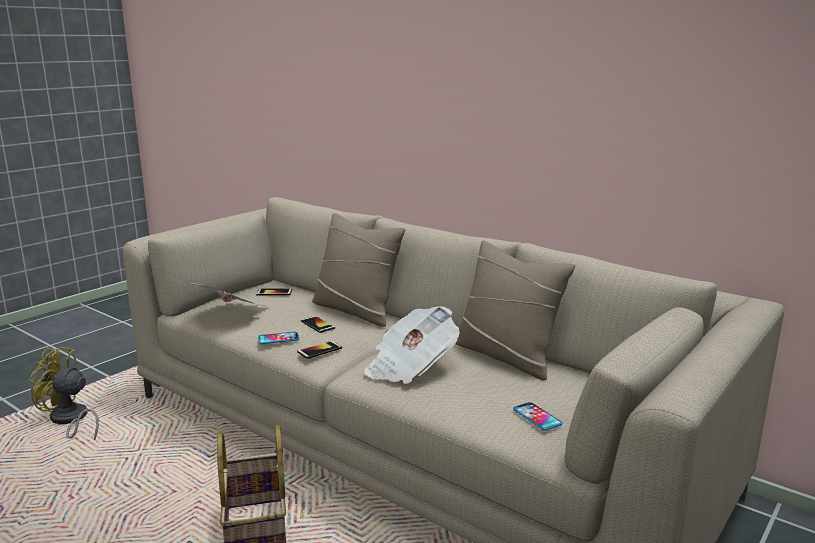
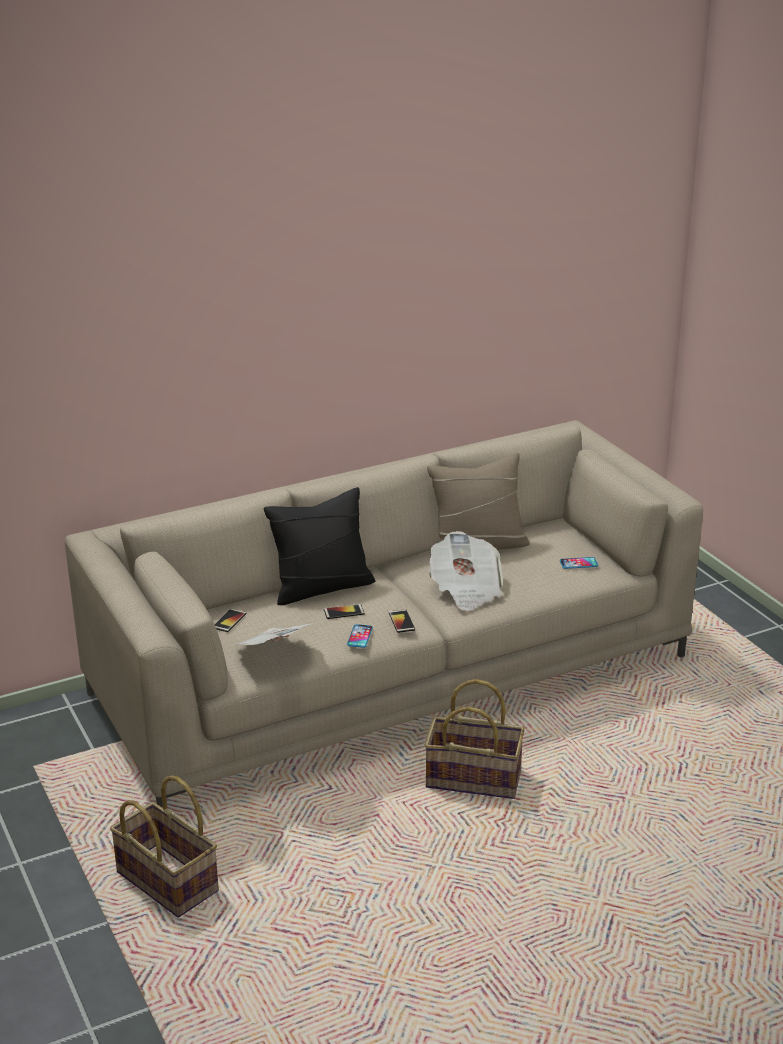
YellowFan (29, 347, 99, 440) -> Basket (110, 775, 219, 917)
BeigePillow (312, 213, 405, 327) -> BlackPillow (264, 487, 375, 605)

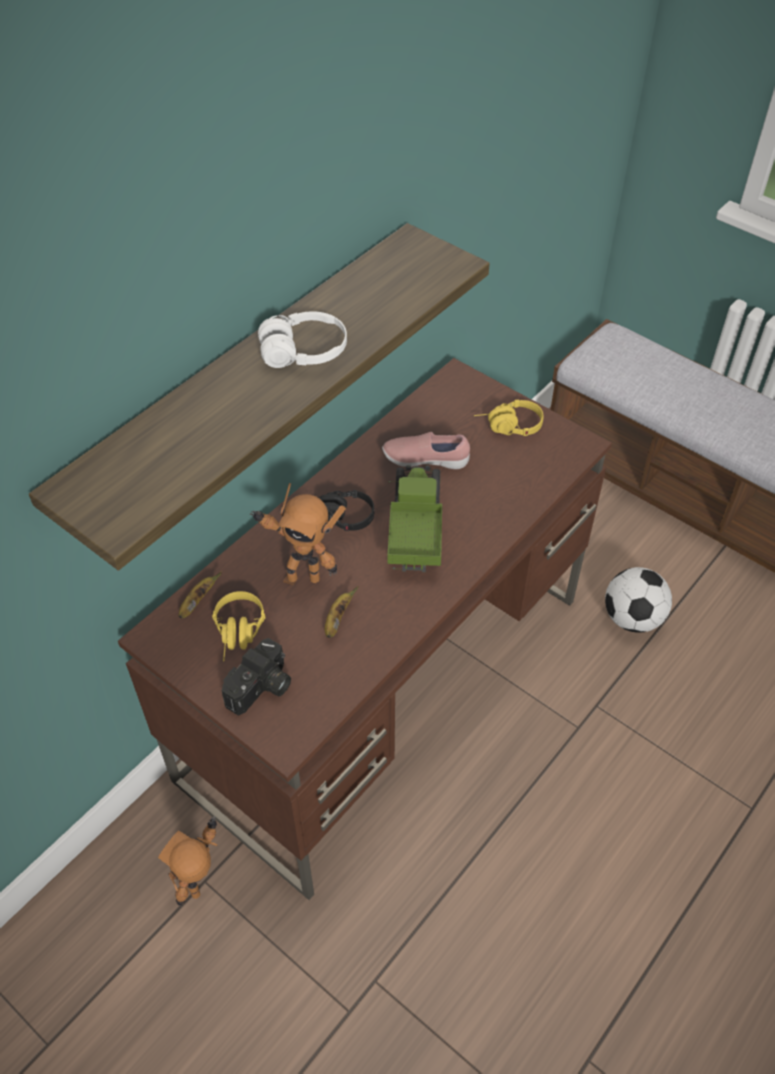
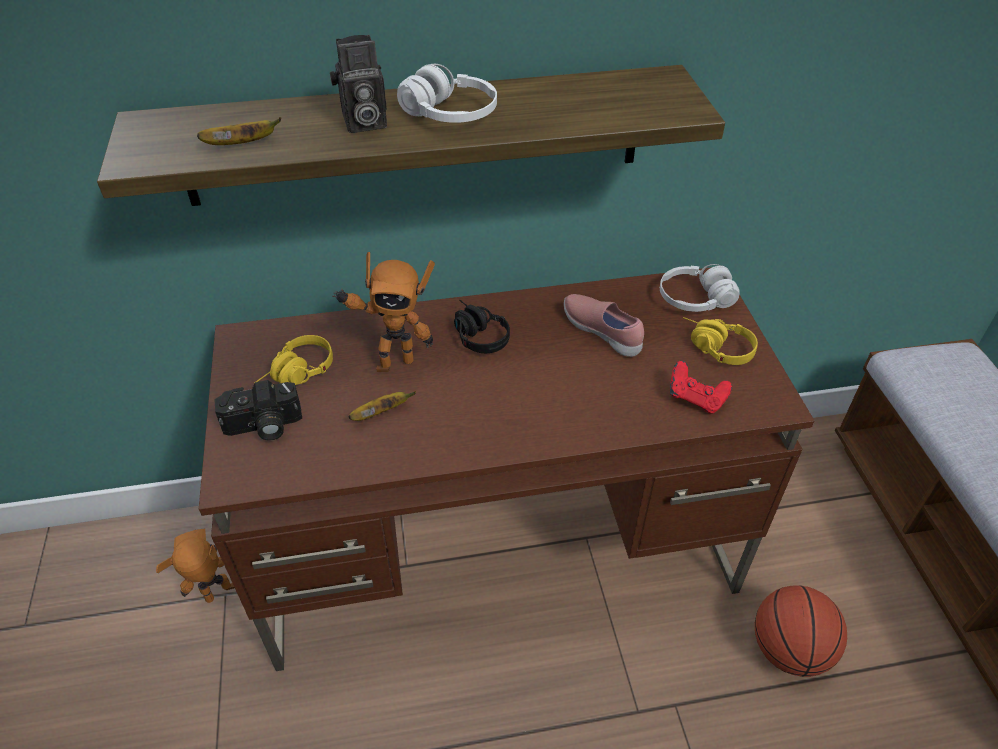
Banana (178, 571, 222, 618) -> Banana (197, 117, 281, 145), relocated
ToyRobot (250, 483, 346, 585) -> ToyRobot (332, 252, 435, 372), 60 degrees counterclockwise
ToyTruck (387, 465, 442, 572) -> none
Football (605, 567, 672, 633) -> Basketball (755, 586, 847, 677)
none -> PhotoCamera (330, 35, 387, 133)
none -> WhiteHeadphones (660, 264, 740, 312)
none -> RedGameController (670, 361, 732, 414)

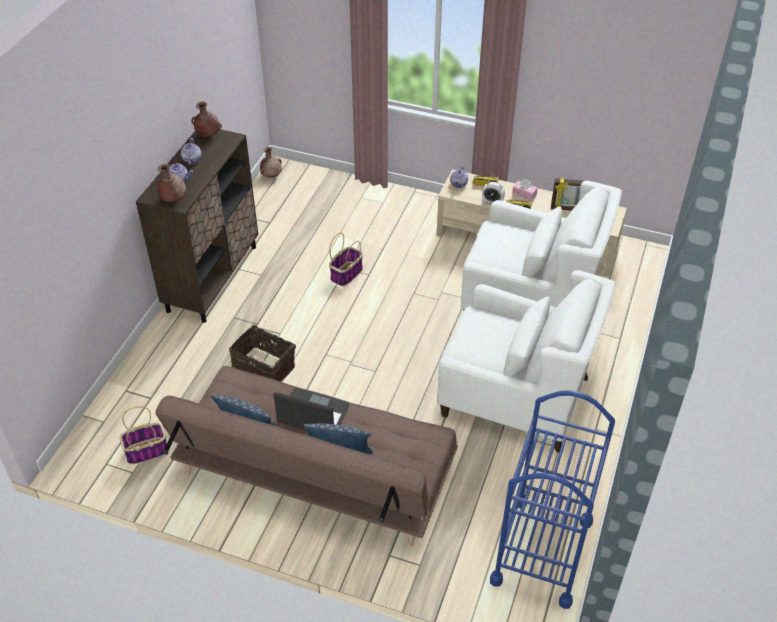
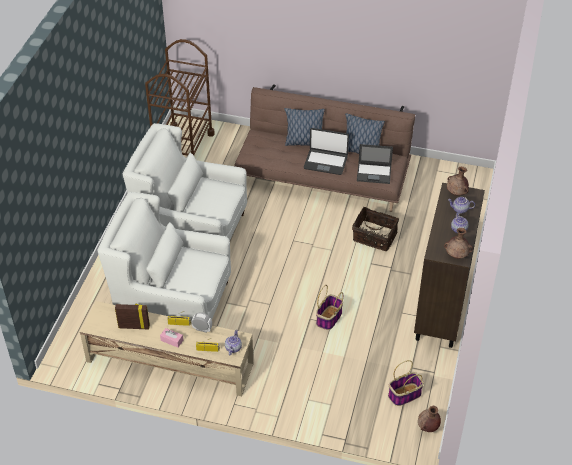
Basket (120, 406, 167, 464) -> Basket (388, 360, 424, 406), relocated
BlueCart (490, 390, 615, 609) -> BrownCart (145, 39, 215, 156)
none -> Laptop (357, 144, 393, 184)

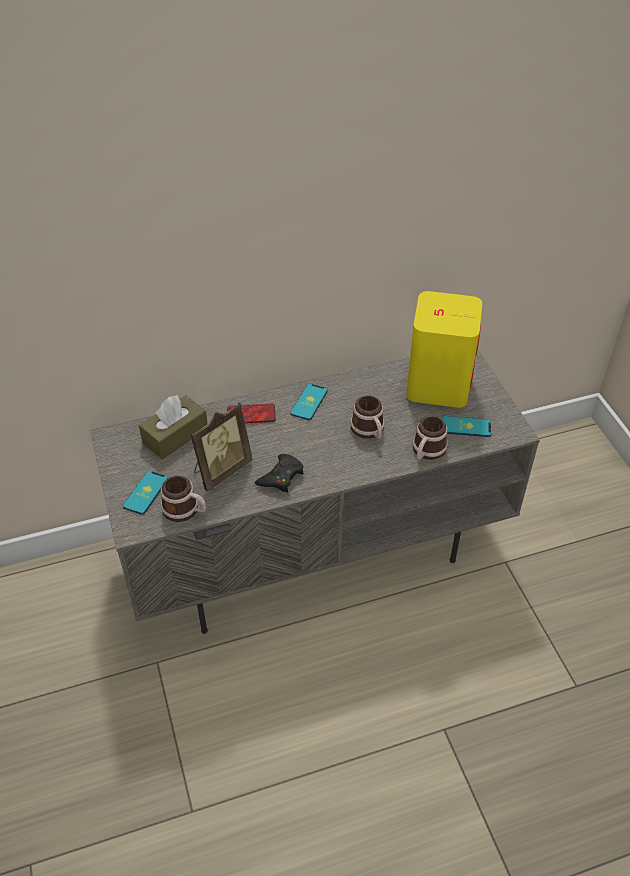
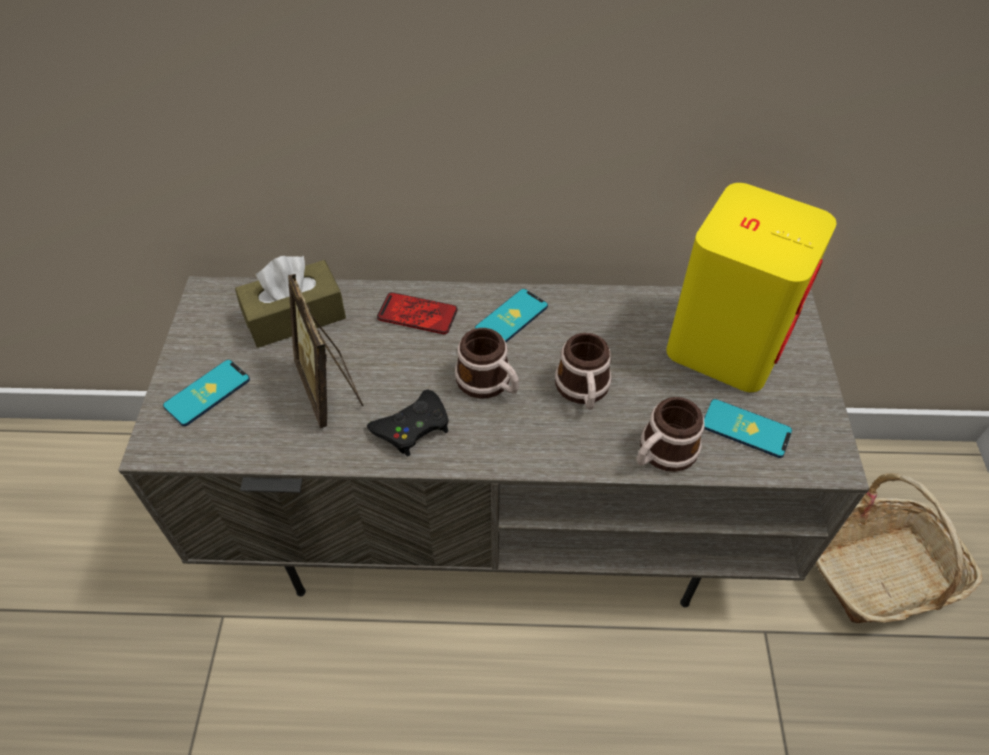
Mug (161, 475, 206, 522) -> Mug (455, 328, 519, 399), relocated
PictureFrame (190, 402, 252, 492) -> PictureFrame (288, 274, 363, 428), 90 degrees clockwise
none -> Basket (816, 473, 983, 623)

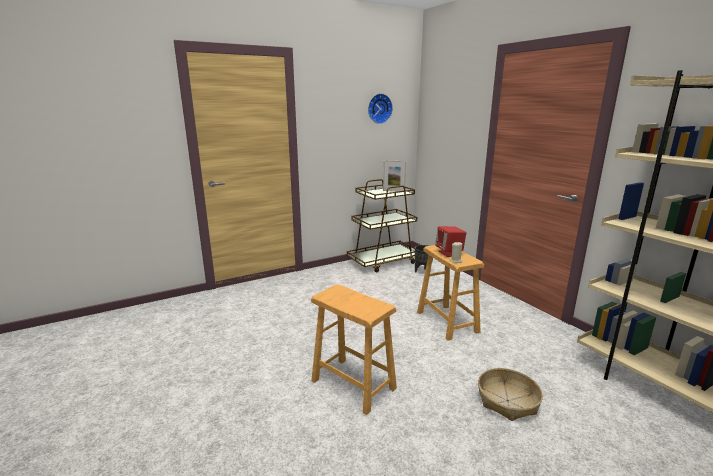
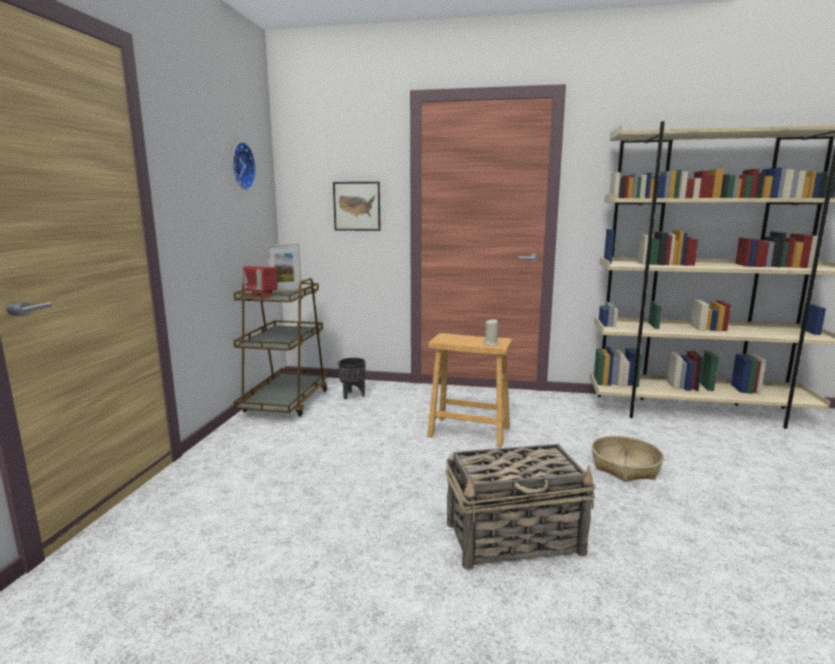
BrownStool (311, 285, 397, 415) -> Basket (446, 444, 596, 570)
RedSpeaker (435, 226, 466, 257) -> RedSpeaker (243, 266, 277, 298), relocated
none -> Picture (333, 182, 381, 231)

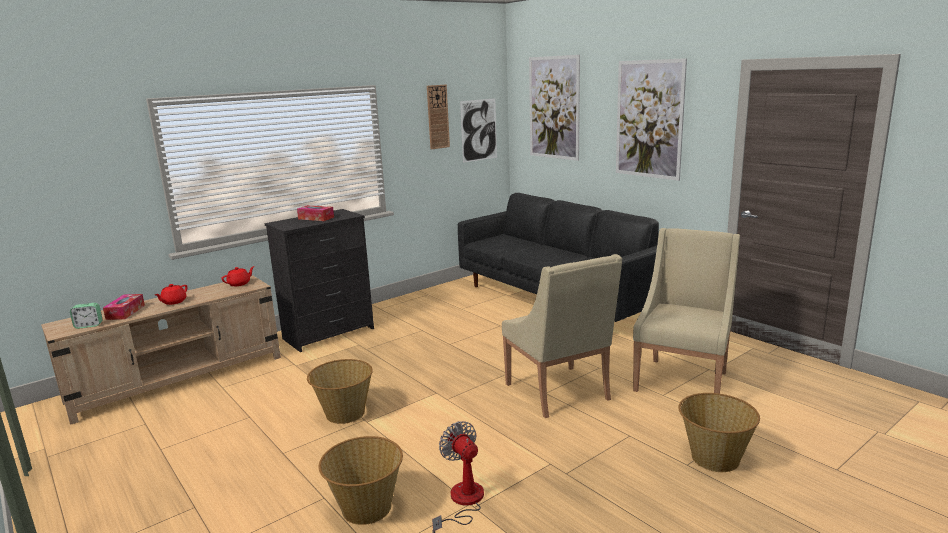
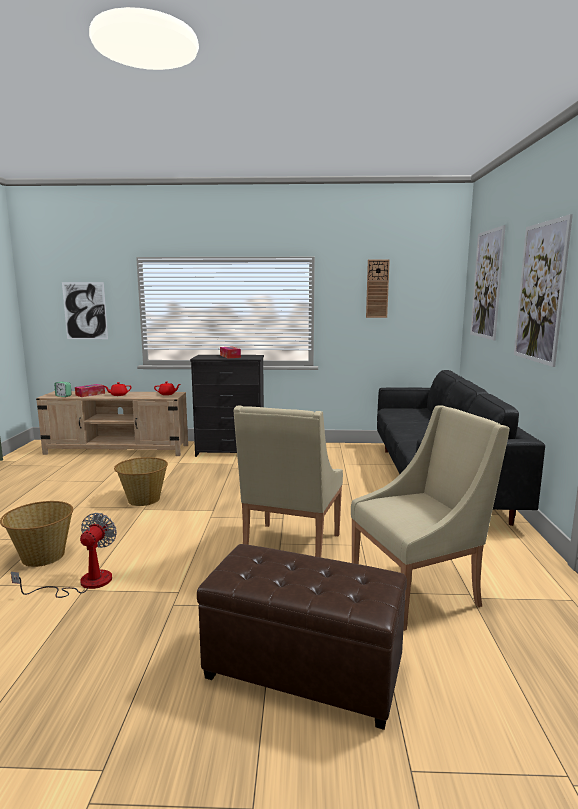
Picture (460, 98, 497, 163) -> Picture (62, 282, 108, 339), relocated
Basket (678, 393, 760, 472) -> BrownOttoman (197, 544, 407, 730)

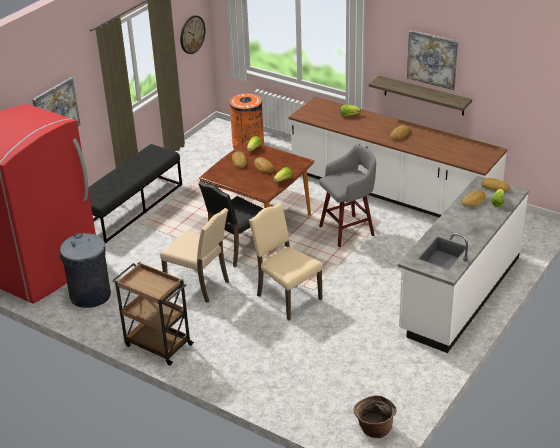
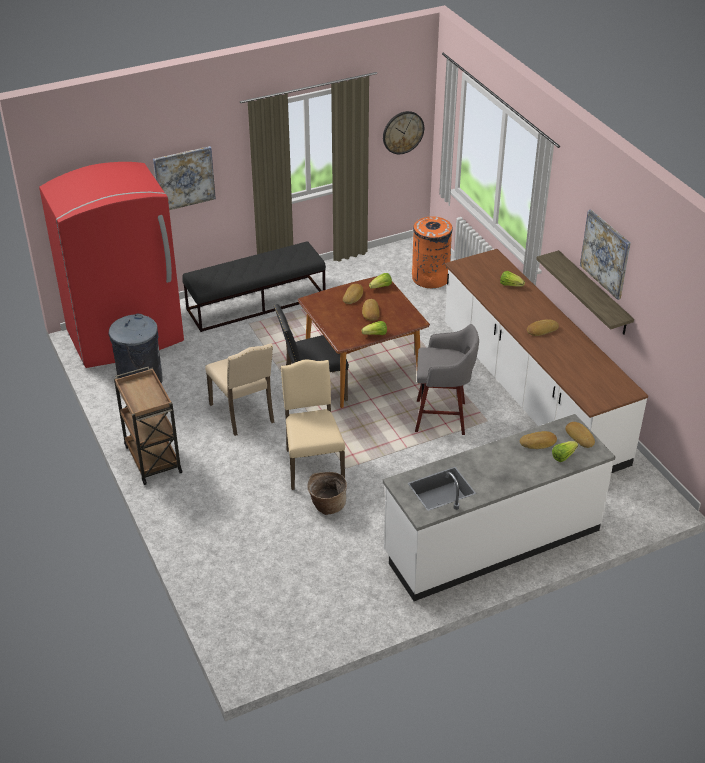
Basket (353, 395, 397, 438) -> Basket (307, 472, 347, 515), relocated

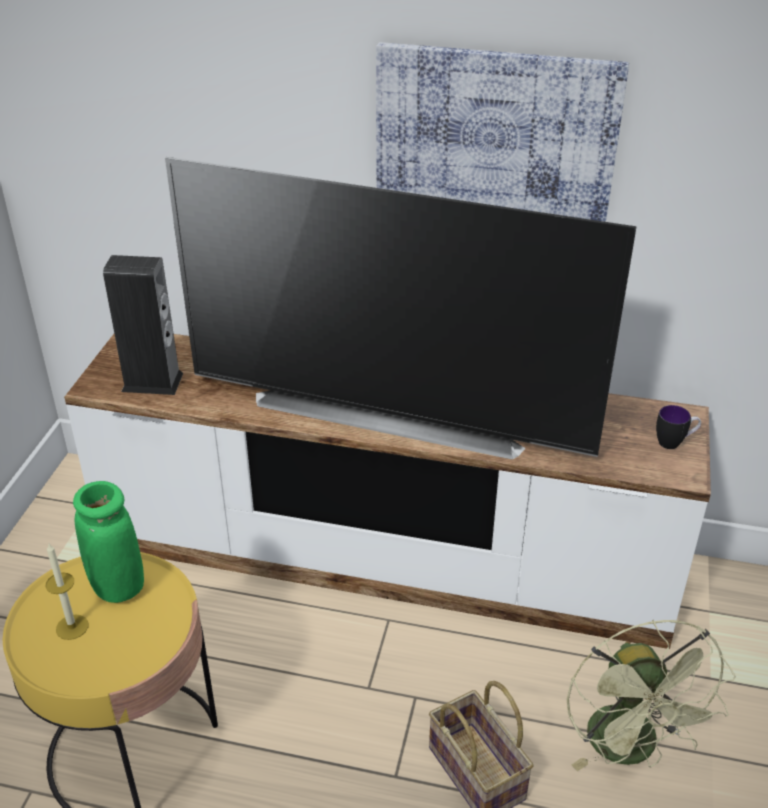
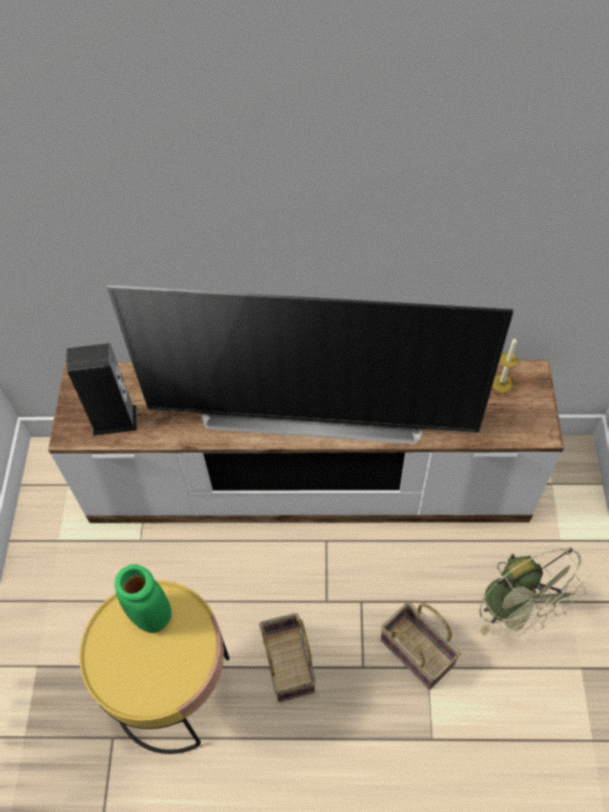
Candle (46, 544, 88, 640) -> Candle (492, 338, 518, 392), relocated
Picture (376, 42, 629, 221) -> none
Mug (656, 405, 701, 449) -> none
none -> Basket (259, 613, 316, 702)

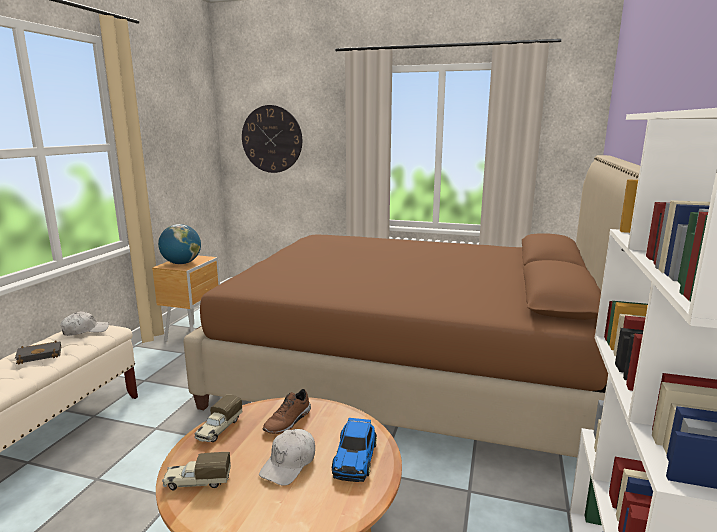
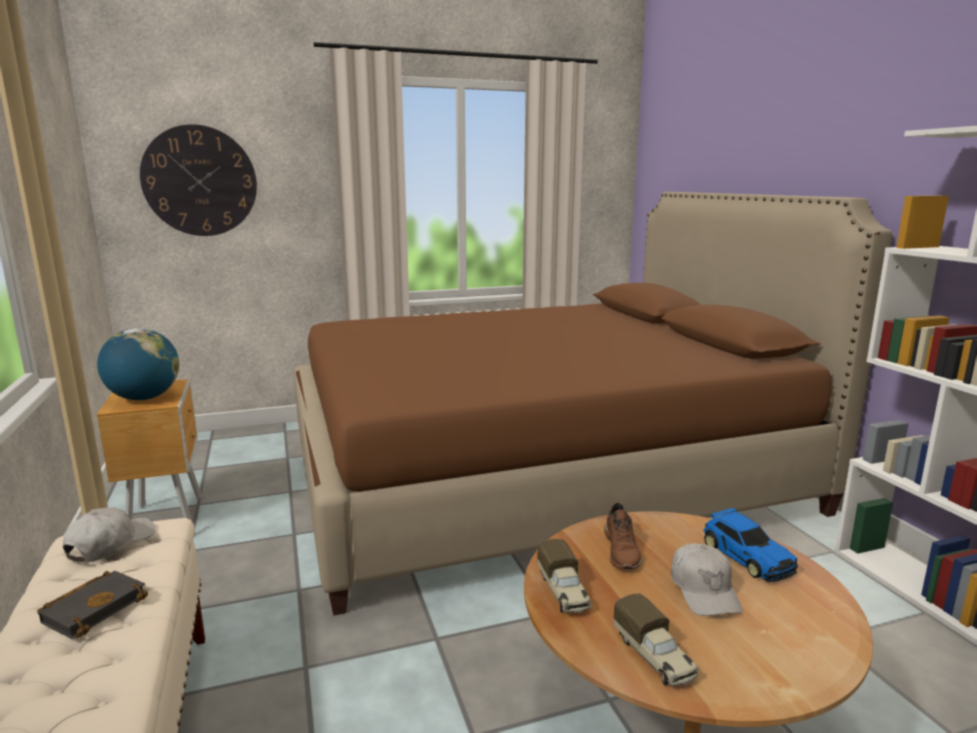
ToyTruck (162, 452, 231, 490) -> ToyTruck (613, 594, 699, 686), 75 degrees counterclockwise

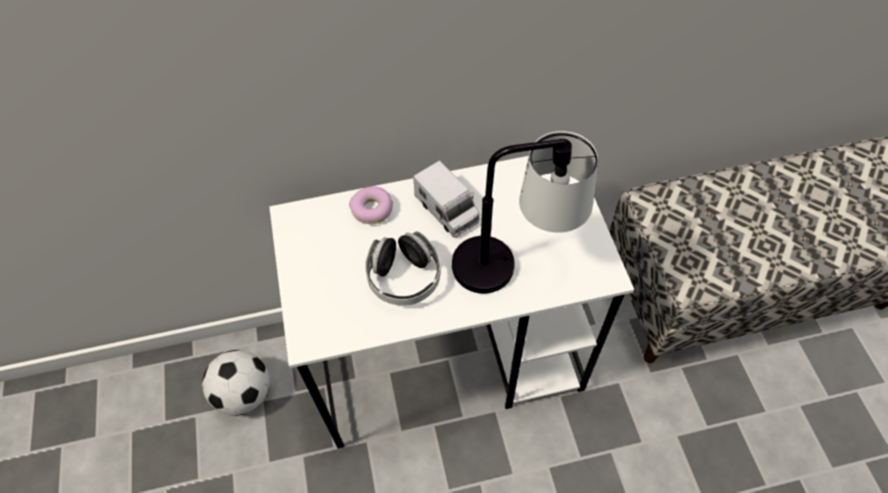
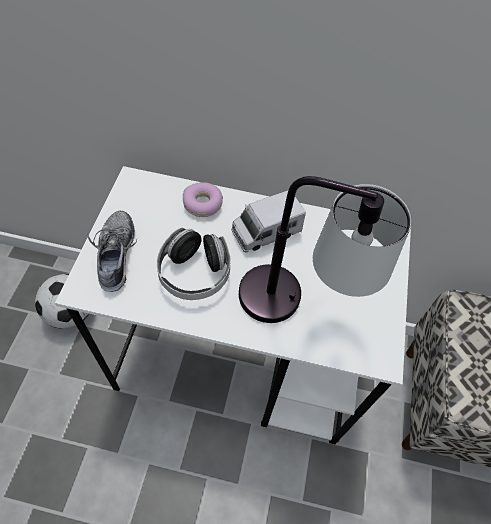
ToyTruck (413, 161, 480, 237) -> ToyTruck (231, 190, 306, 252), 75 degrees clockwise
none -> Shoe (86, 211, 137, 292)

